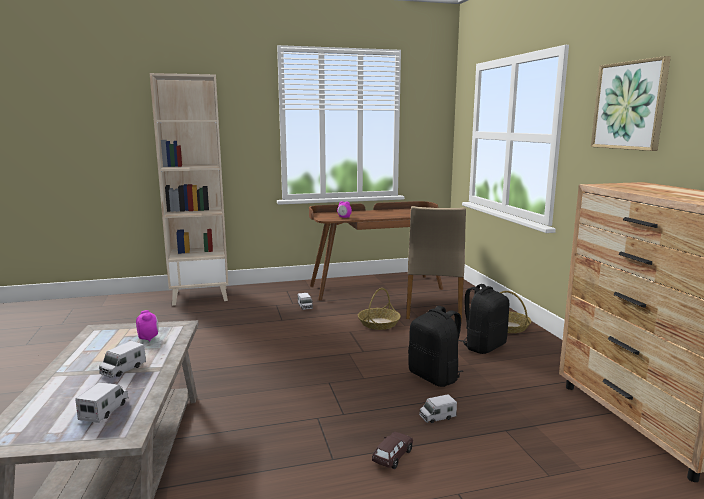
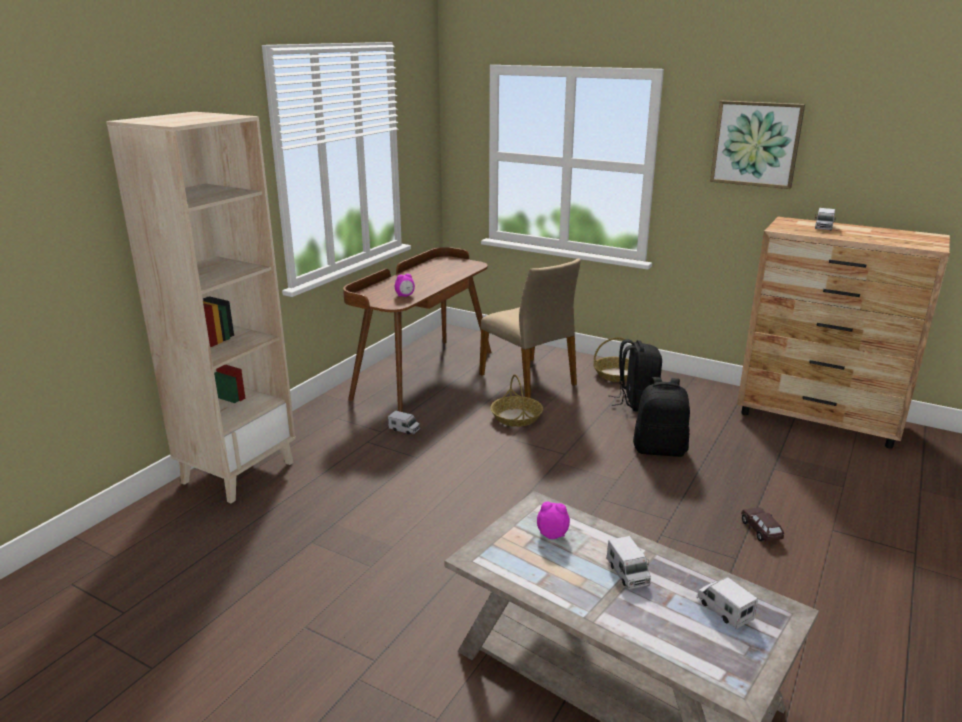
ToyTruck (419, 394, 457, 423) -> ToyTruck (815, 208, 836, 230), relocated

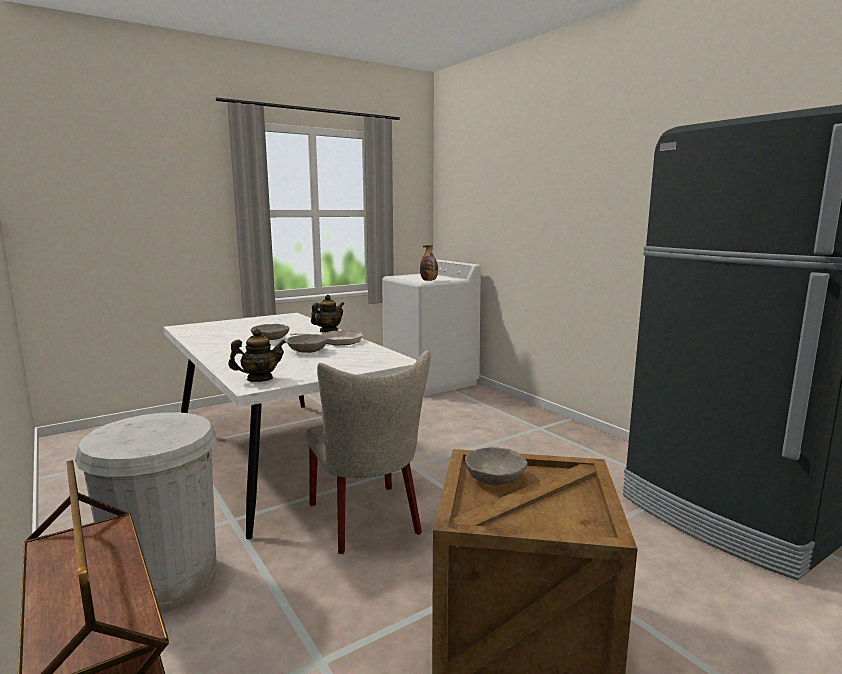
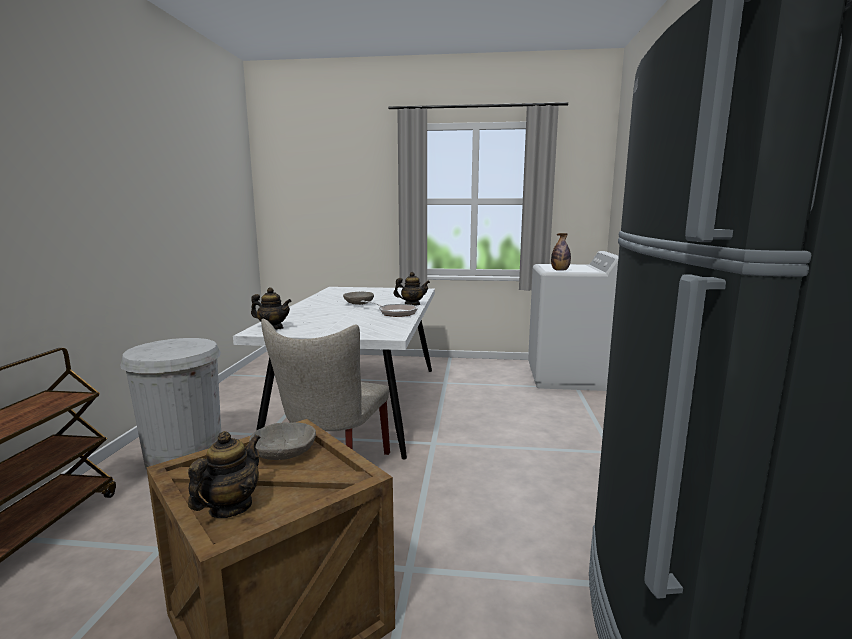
GreyBowl (287, 334, 327, 353) -> none
none -> Teapot (188, 431, 261, 518)

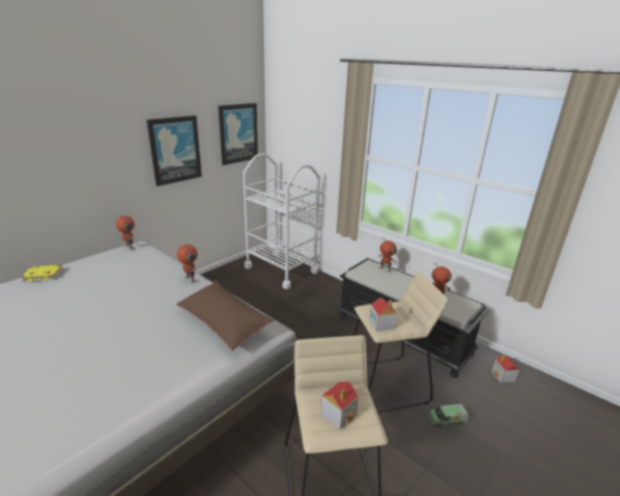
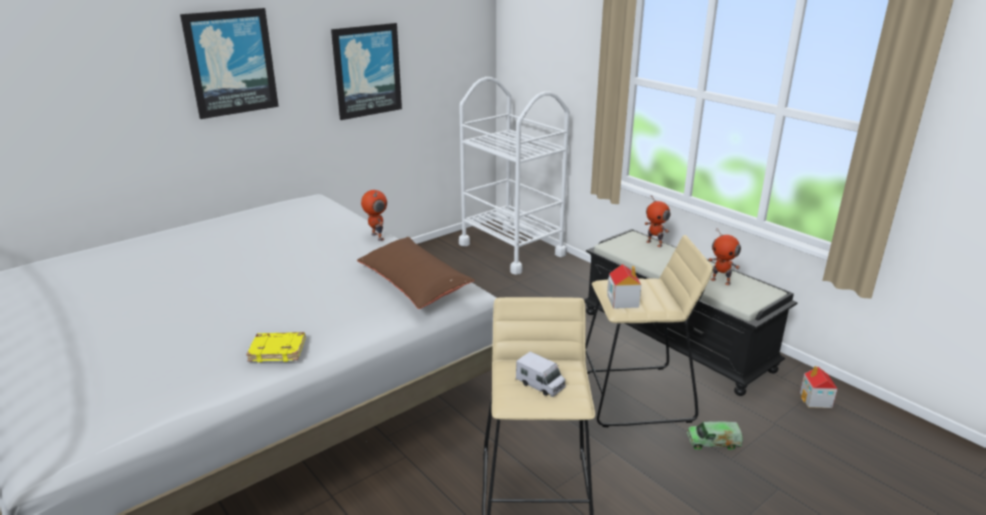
YellowBook (21, 265, 62, 281) -> YellowBook (246, 332, 305, 362), relocated
ToyRobot (116, 216, 135, 249) -> none
Picture (218, 103, 258, 165) -> Picture (180, 8, 279, 119), relocated
ToyHouse (321, 381, 359, 430) -> ToyTruck (516, 351, 566, 397)

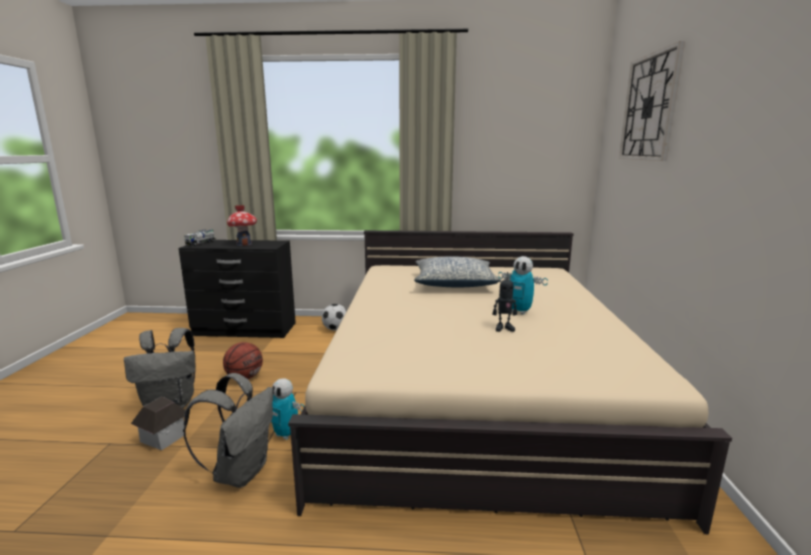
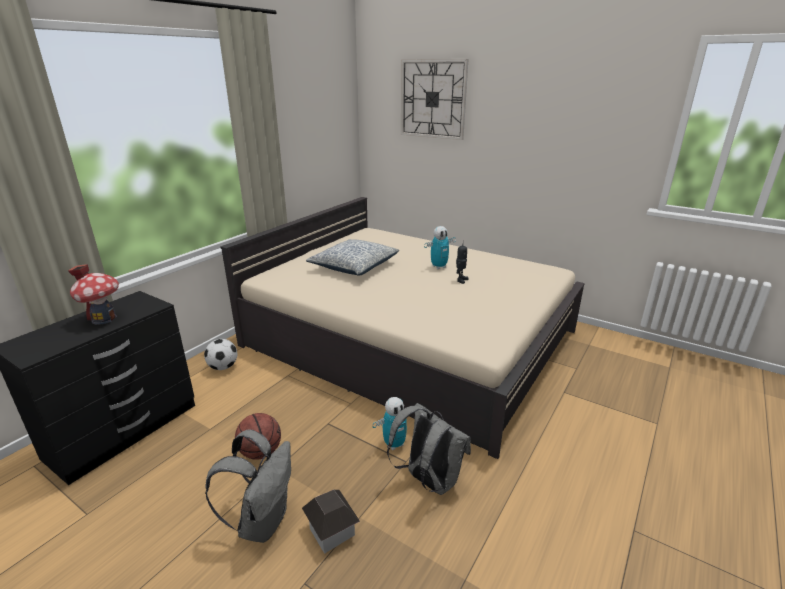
ToyTruck (184, 229, 216, 246) -> none

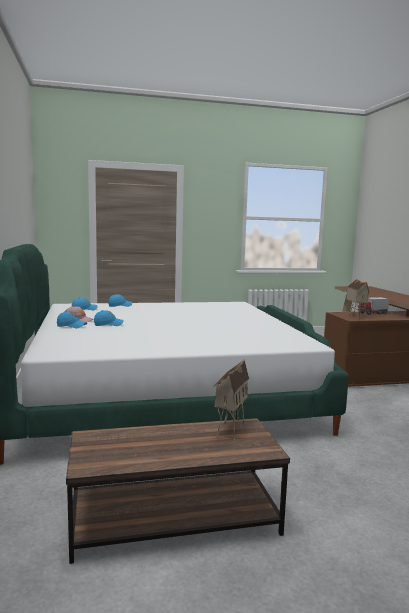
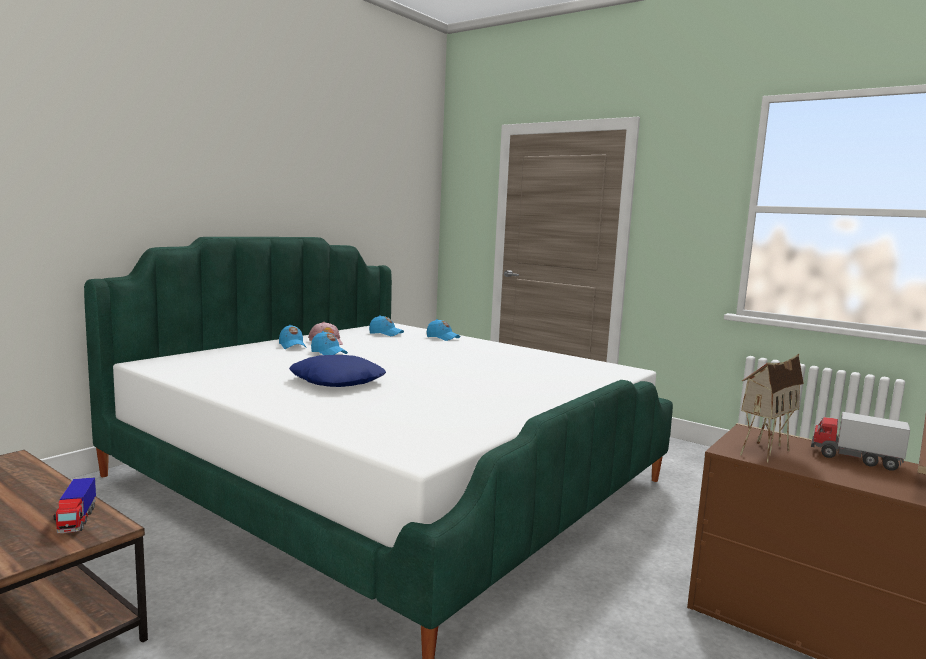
ToyHouse (213, 359, 249, 441) -> ToyTruck (53, 477, 96, 533)
none -> BluePillow (289, 355, 386, 387)

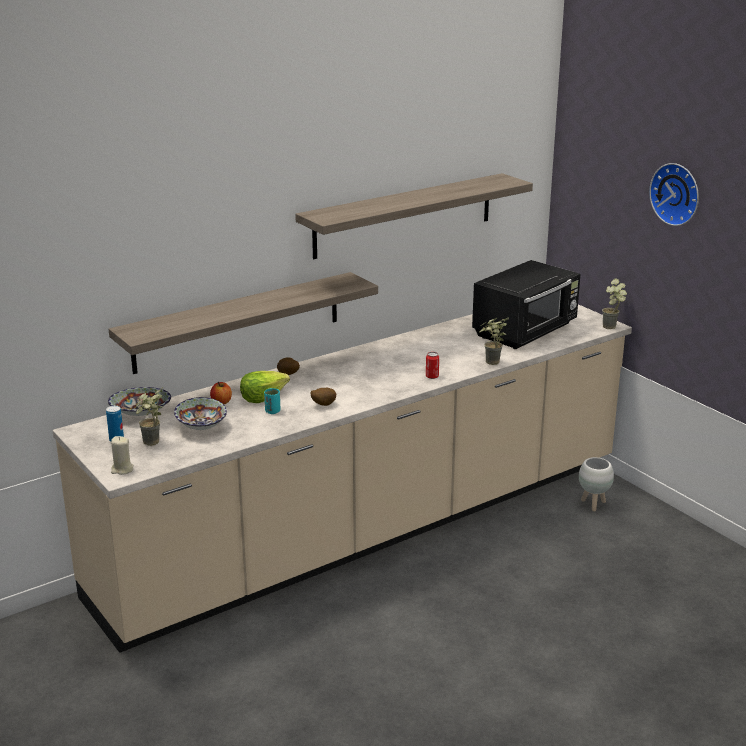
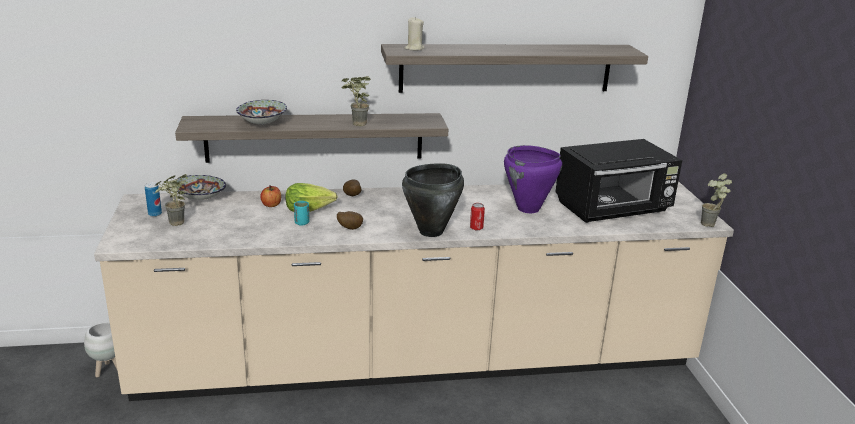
BeigeCandle (111, 436, 134, 475) -> BeigeCandle (404, 17, 425, 51), relocated
Bowl (174, 397, 227, 430) -> Bowl (236, 100, 287, 125), relocated
PottedPlant (479, 317, 509, 365) -> PottedPlant (341, 76, 371, 126), relocated
WhitePlanter (579, 457, 614, 511) -> WhitePlanter (84, 322, 118, 377), relocated
WallClock (649, 163, 699, 226) -> none
none -> BlackCookingPot (402, 163, 464, 237)
none -> PurpleCookingPot (504, 145, 562, 213)

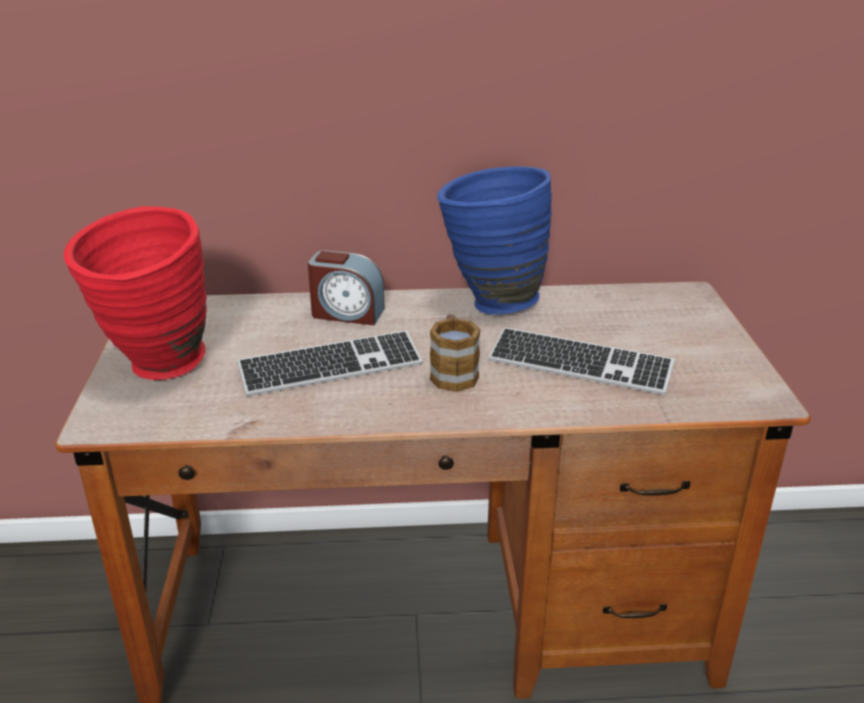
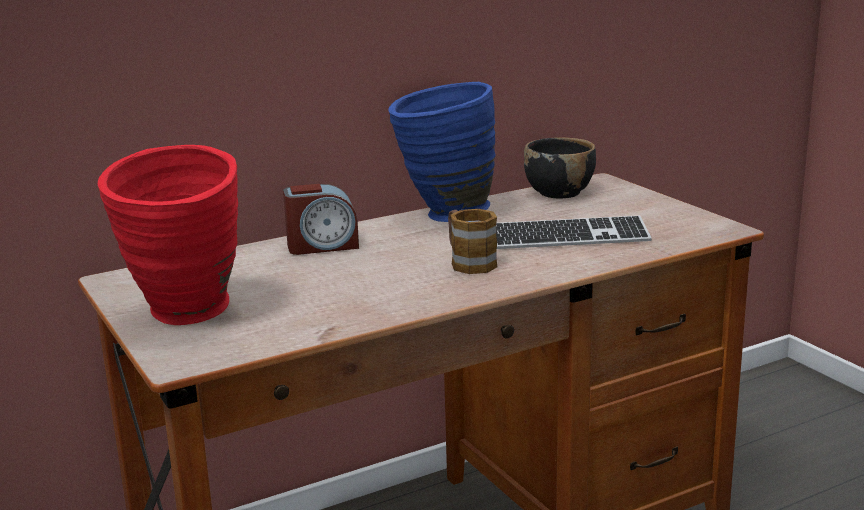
Keyboard (237, 330, 423, 396) -> none
none -> BlackBowl (524, 137, 596, 199)

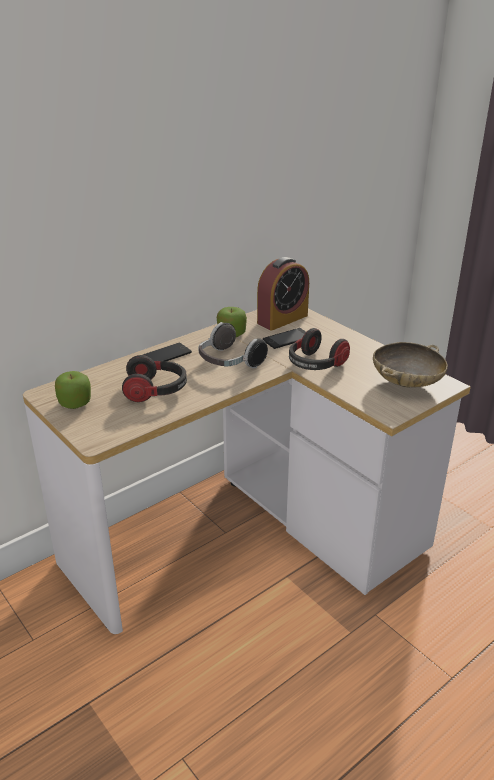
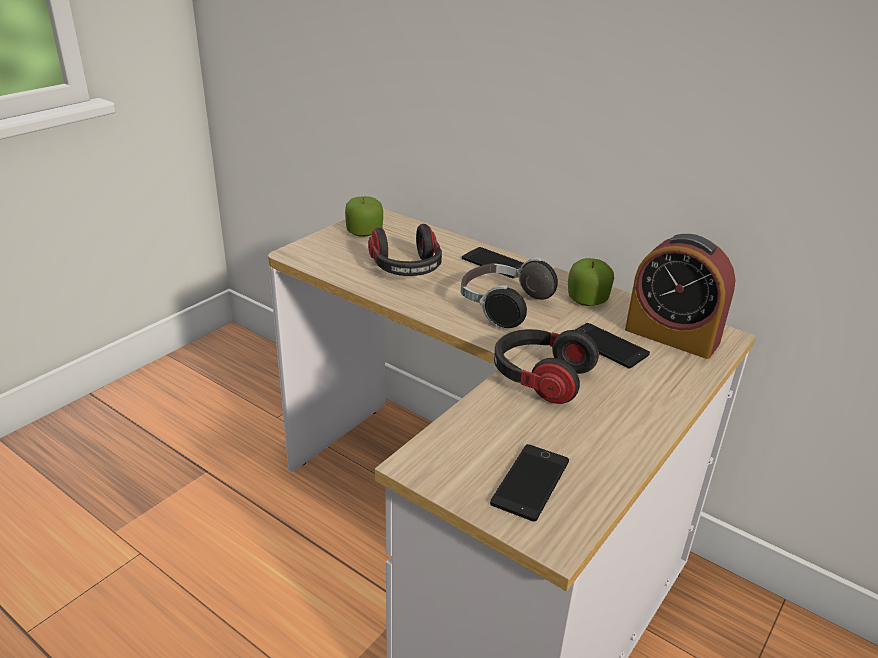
BeigeBowl (373, 342, 448, 388) -> Phone (490, 444, 569, 522)

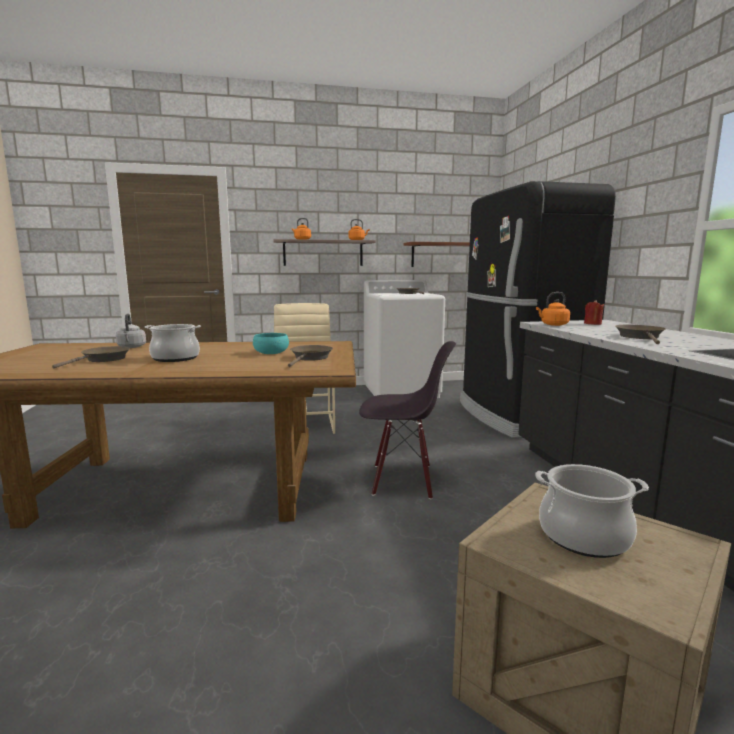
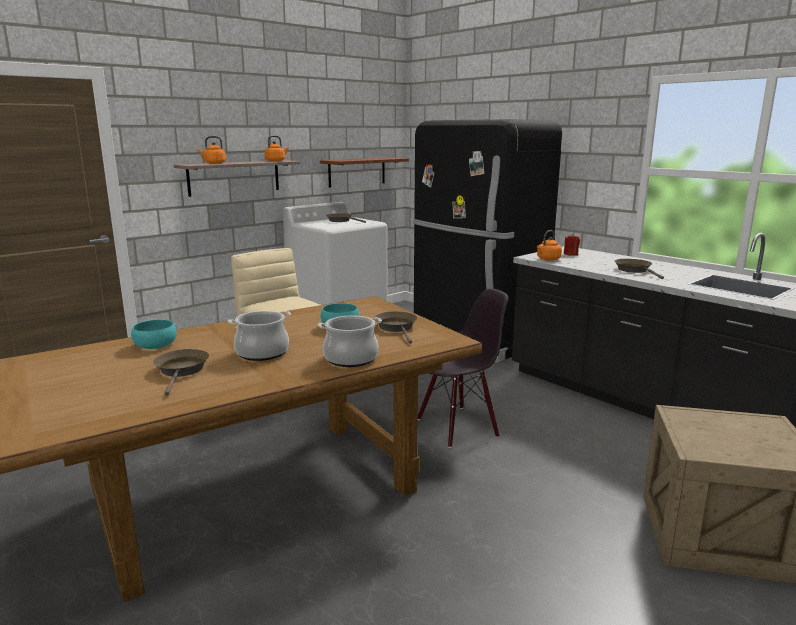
GreyKettle (116, 314, 146, 348) -> TurquoiseBowl (131, 319, 177, 349)
CookingPot (536, 464, 649, 558) -> CookingPot (318, 315, 382, 367), relocated

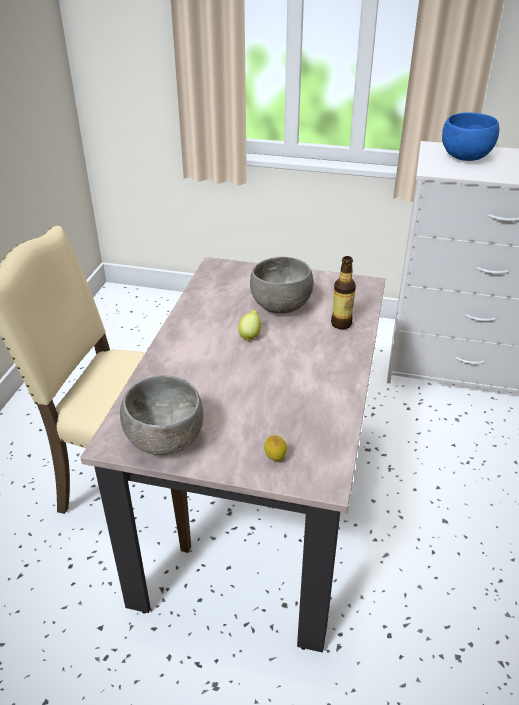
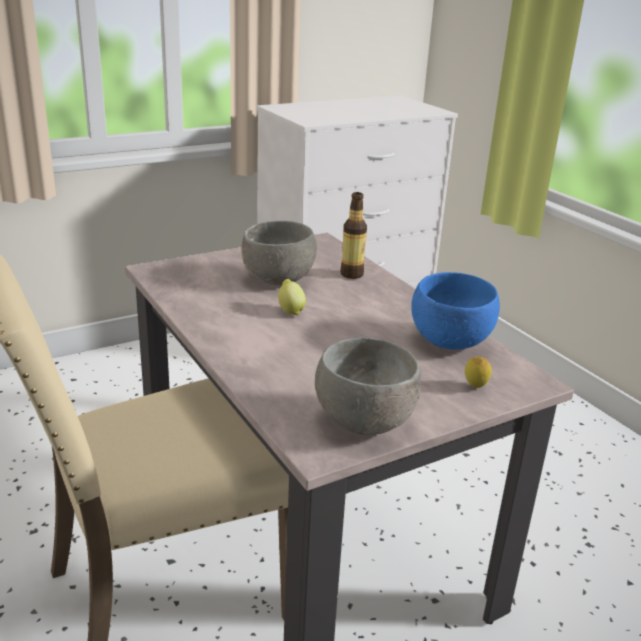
BlueBowl (442, 112, 499, 161) -> BlueBowl (411, 272, 500, 350), relocated

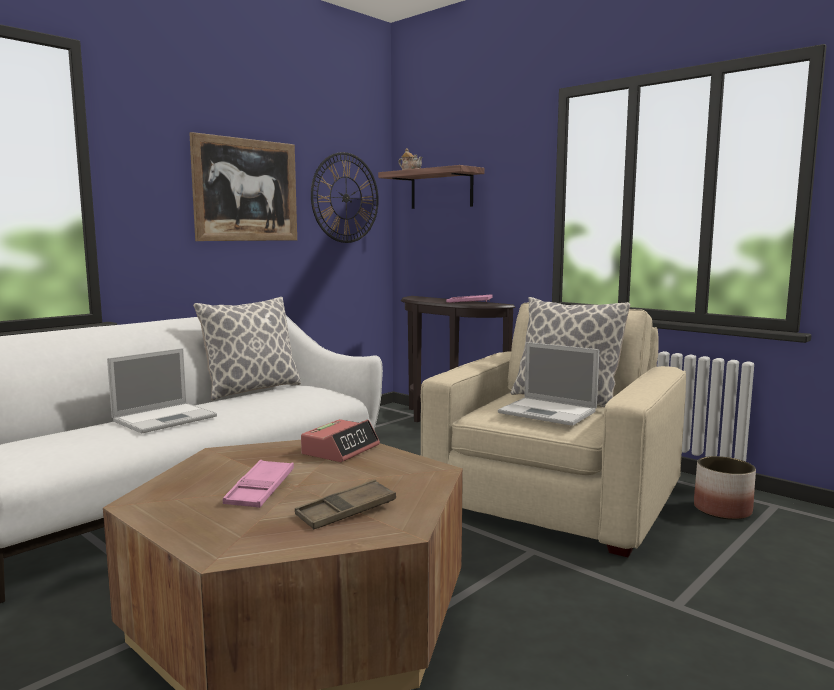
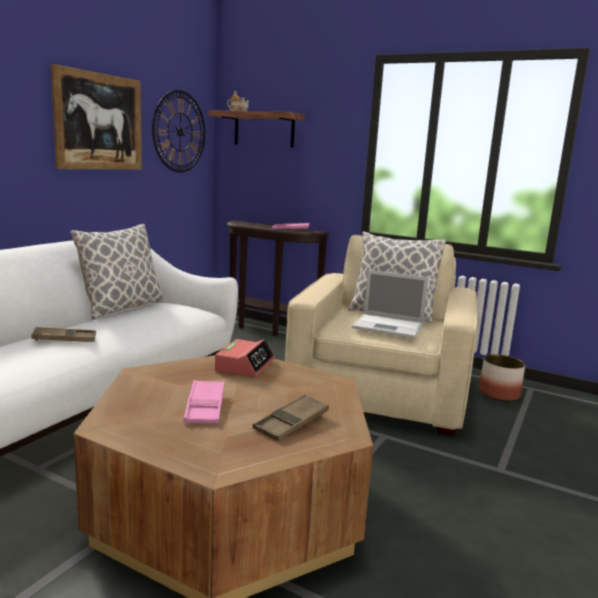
Laptop (107, 348, 217, 433) -> BrownTray (32, 327, 96, 342)

